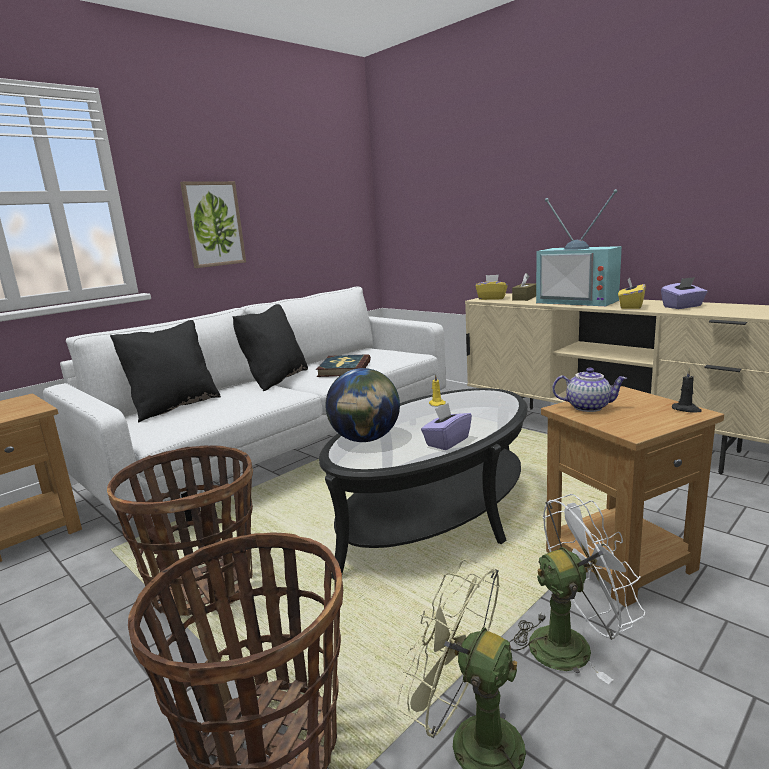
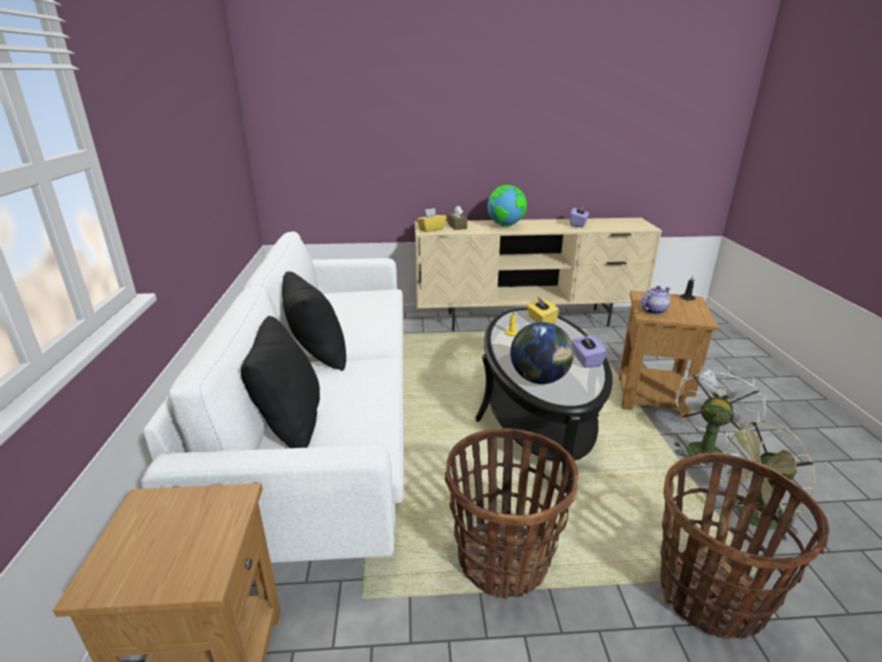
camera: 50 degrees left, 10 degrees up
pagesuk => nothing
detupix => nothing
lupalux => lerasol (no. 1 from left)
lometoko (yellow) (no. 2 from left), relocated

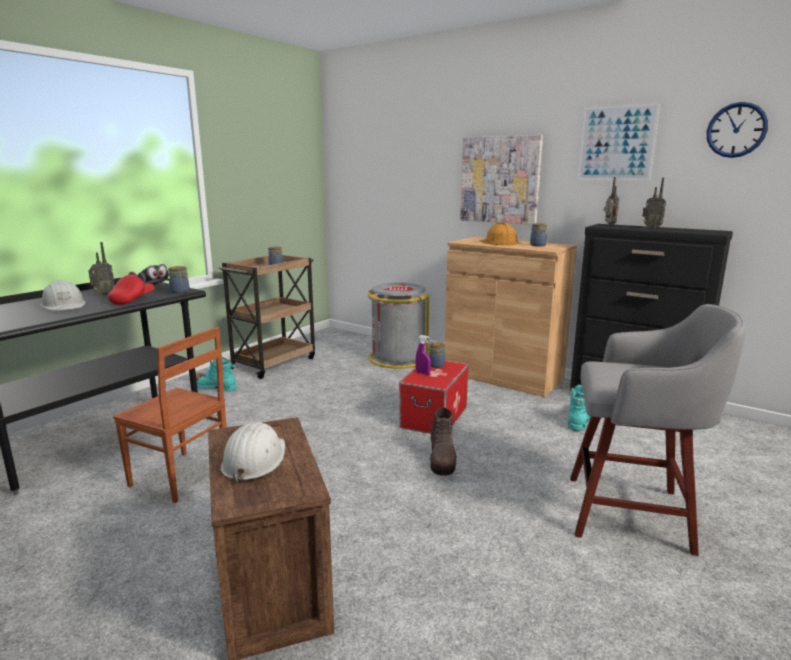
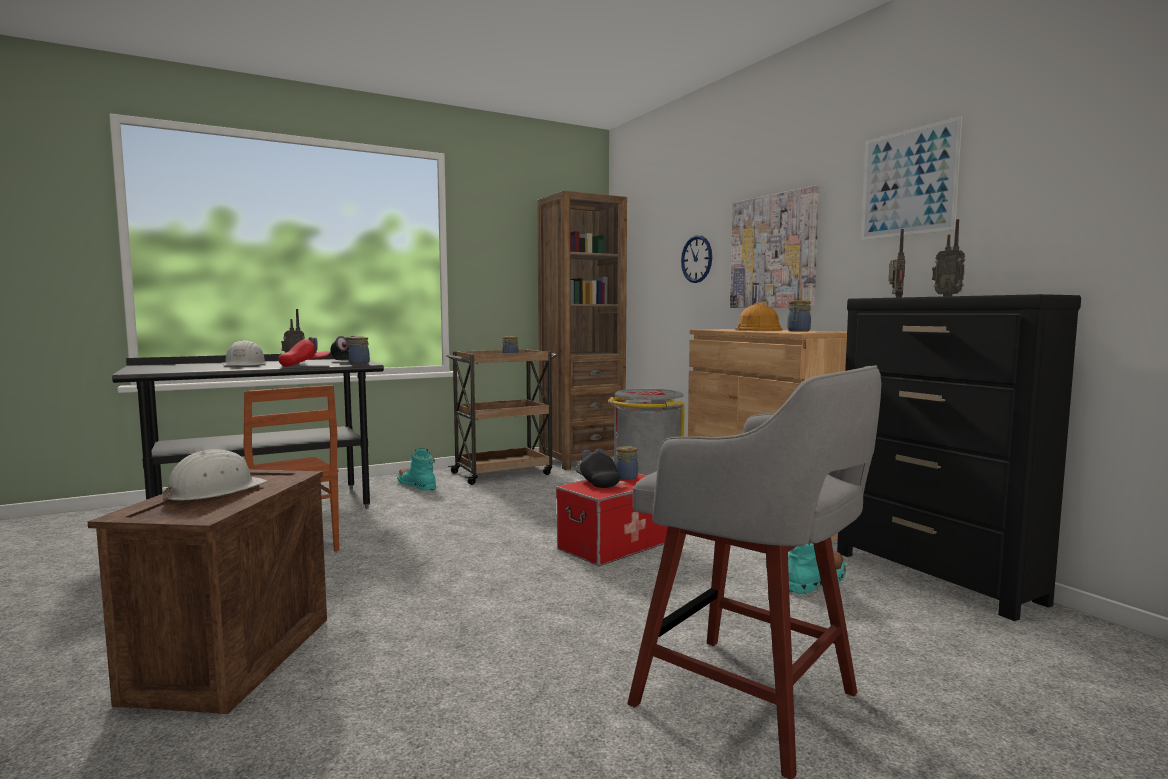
camera: 25 degrees right, 10 degrees down
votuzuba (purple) => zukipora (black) (no. 2 from left)
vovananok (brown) => nothing
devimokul, relocated
nothing => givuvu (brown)

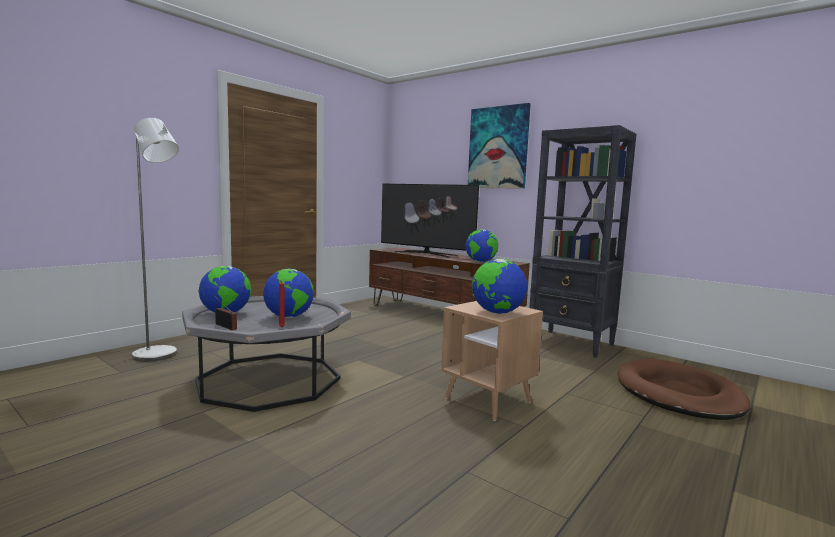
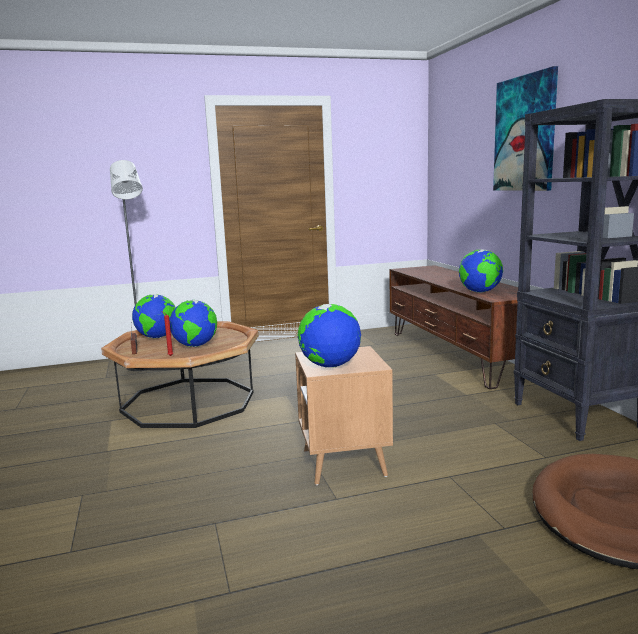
camera: 35 degrees right, 5 degrees up
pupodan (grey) => pupodan (brown)
lupalux => nothing

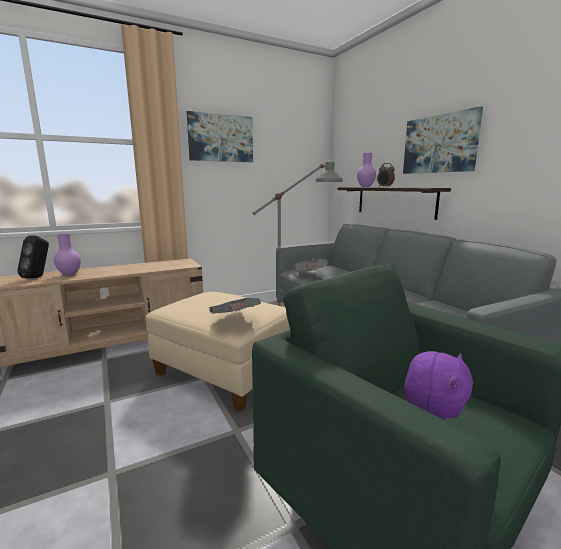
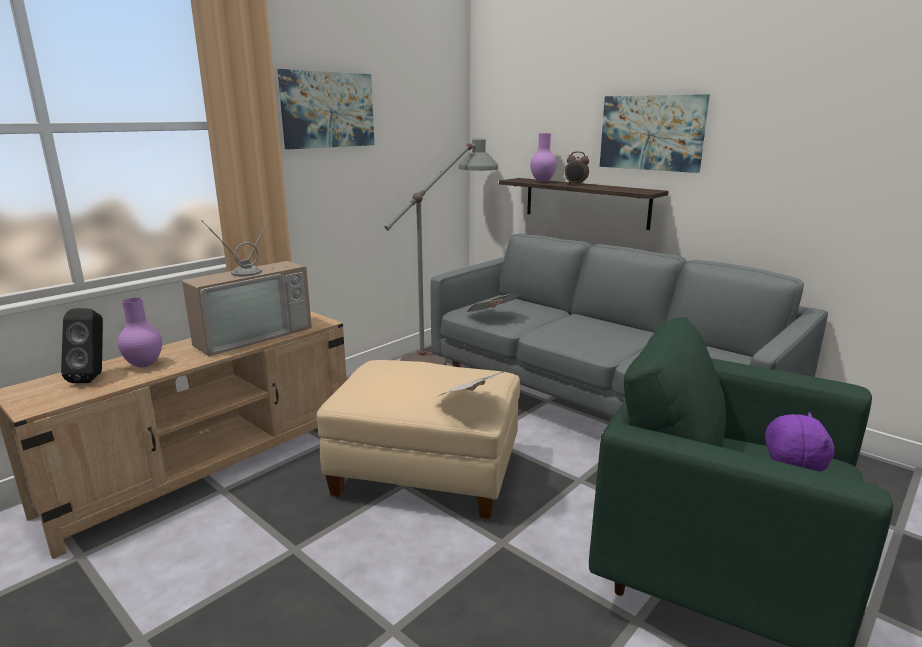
camera: 20 degrees left, 5 degrees up
nothing => lupalux

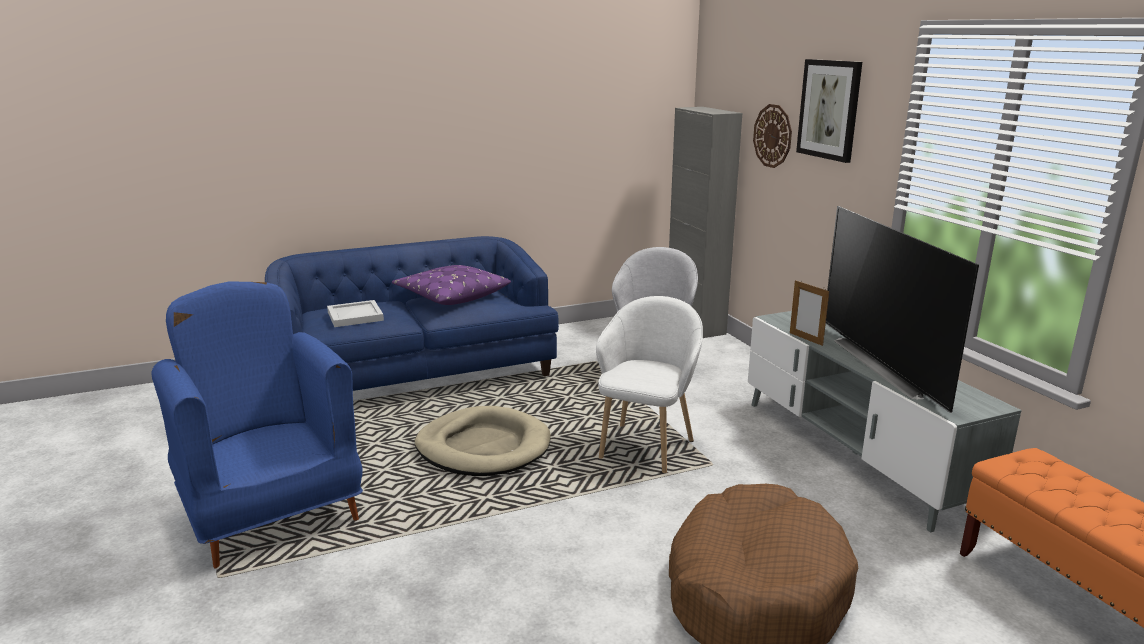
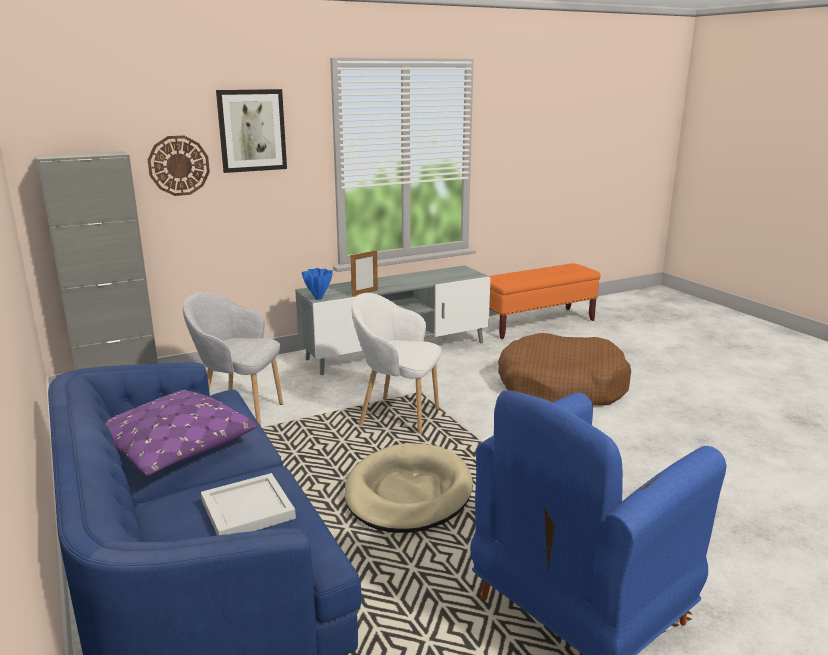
camera: 95 degrees left, 0 degrees up
lupalux => nothing
nothing => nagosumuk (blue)

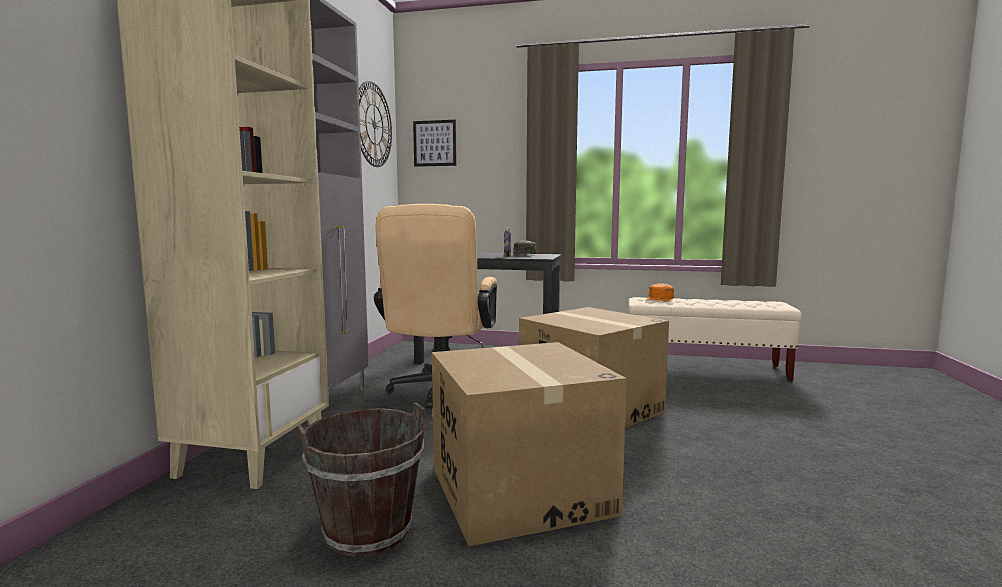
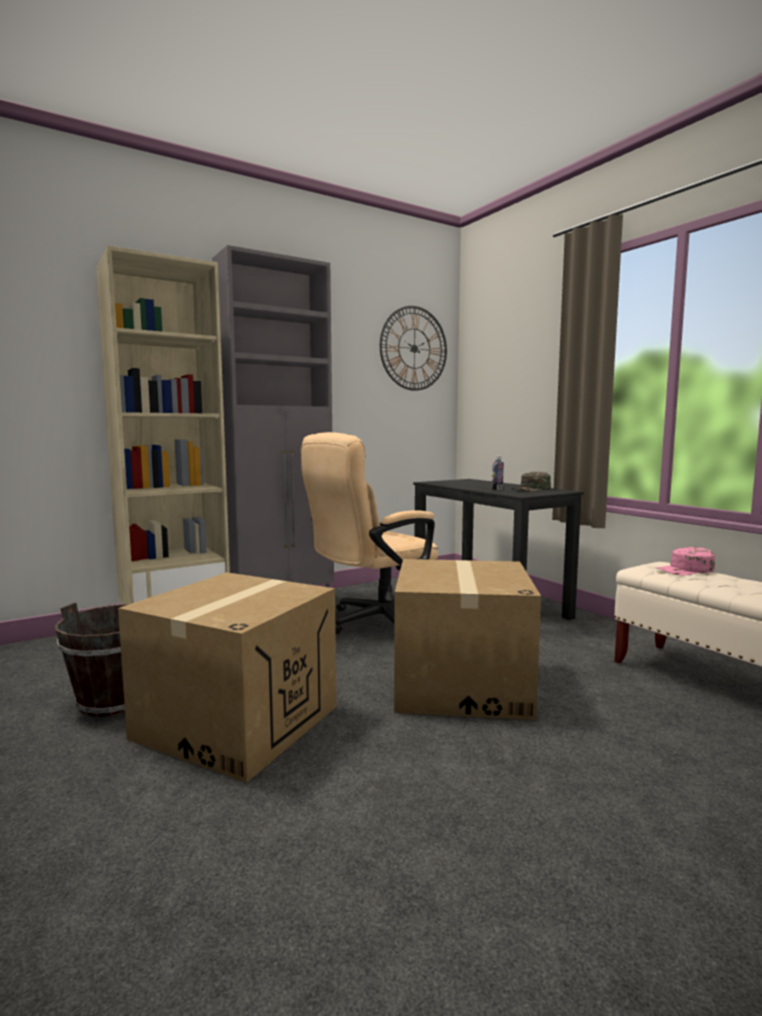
camera: 45 degrees right, 0 degrees up
pagesuk => nothing
zukipora (orange) => zukipora (pink)

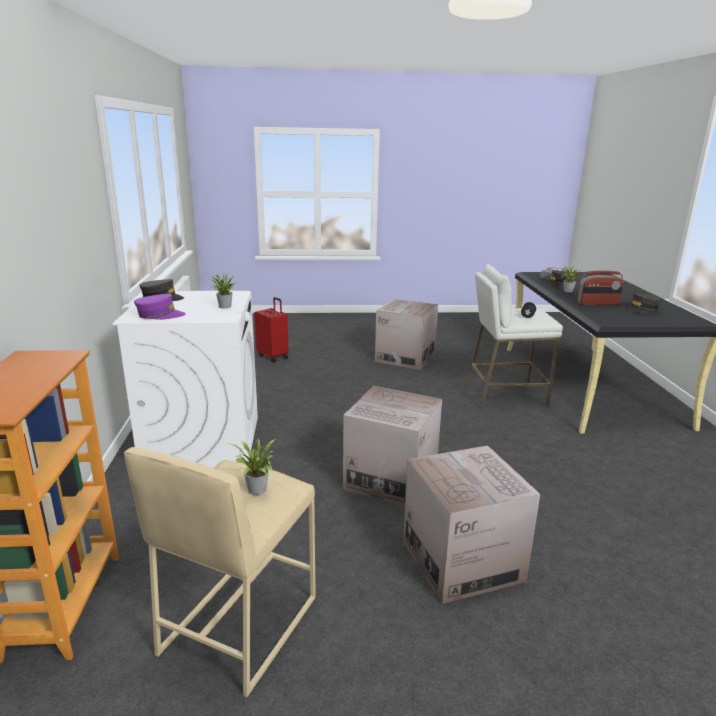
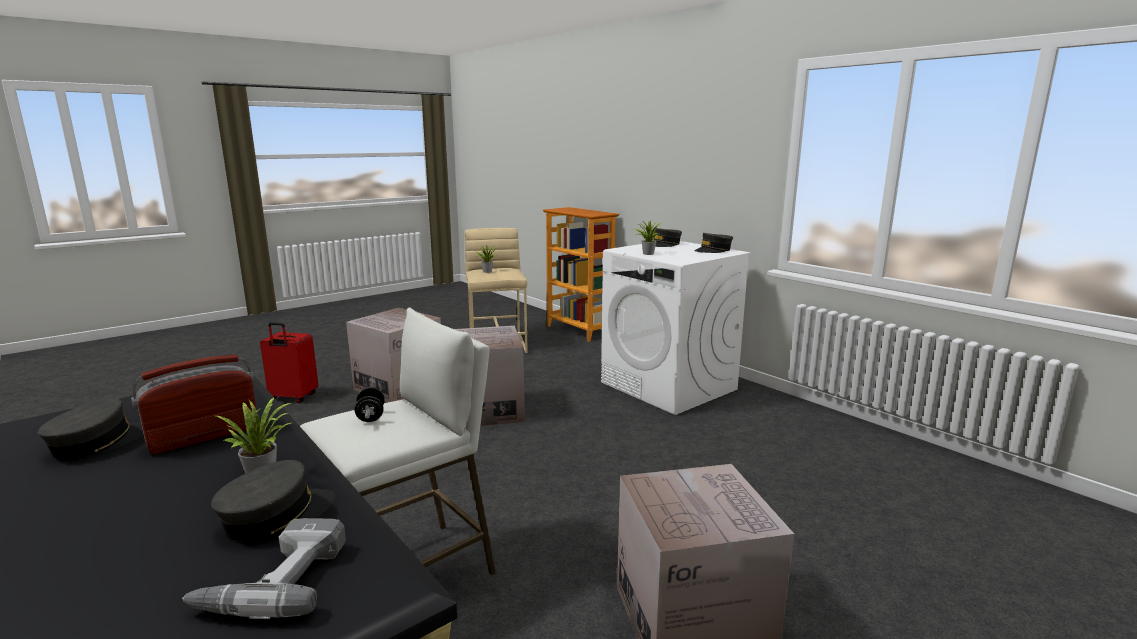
camera: 145 degrees right, 5 degrees down
zukipora (purple) => zukipora (grey) (no. 3 from left)
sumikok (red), relocated

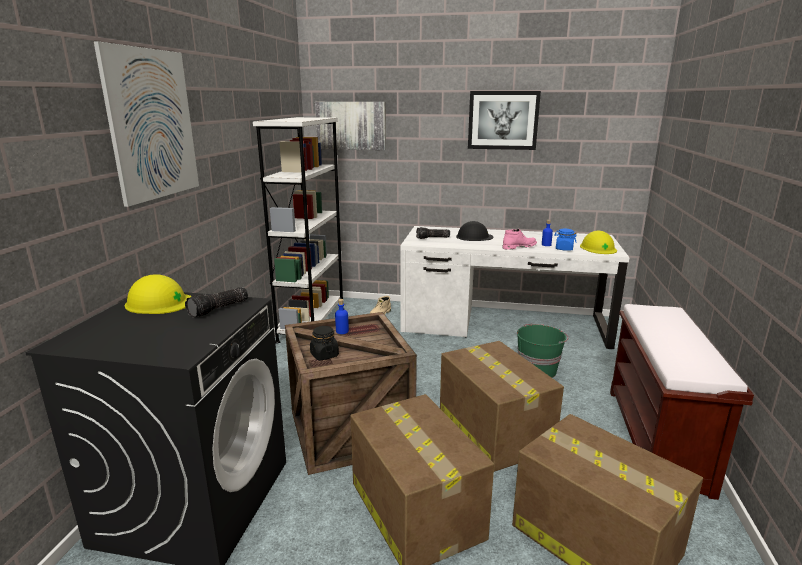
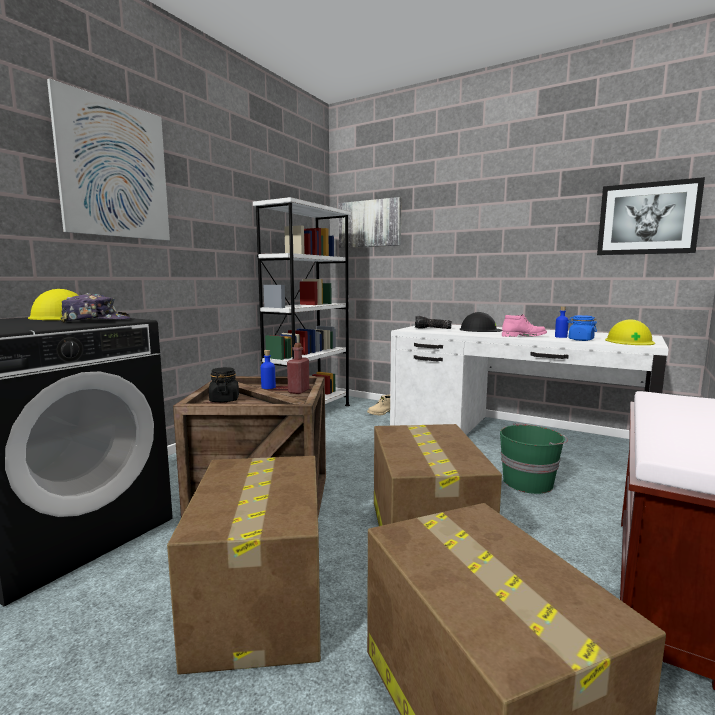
camera: 20 degrees right, 10 degrees down
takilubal (no. 1 from left) => zukipora
pagesuk (no. 3 from left), relocated
nothing => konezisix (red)

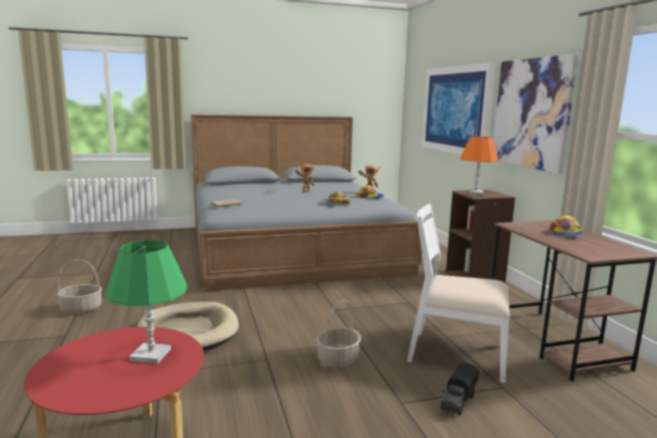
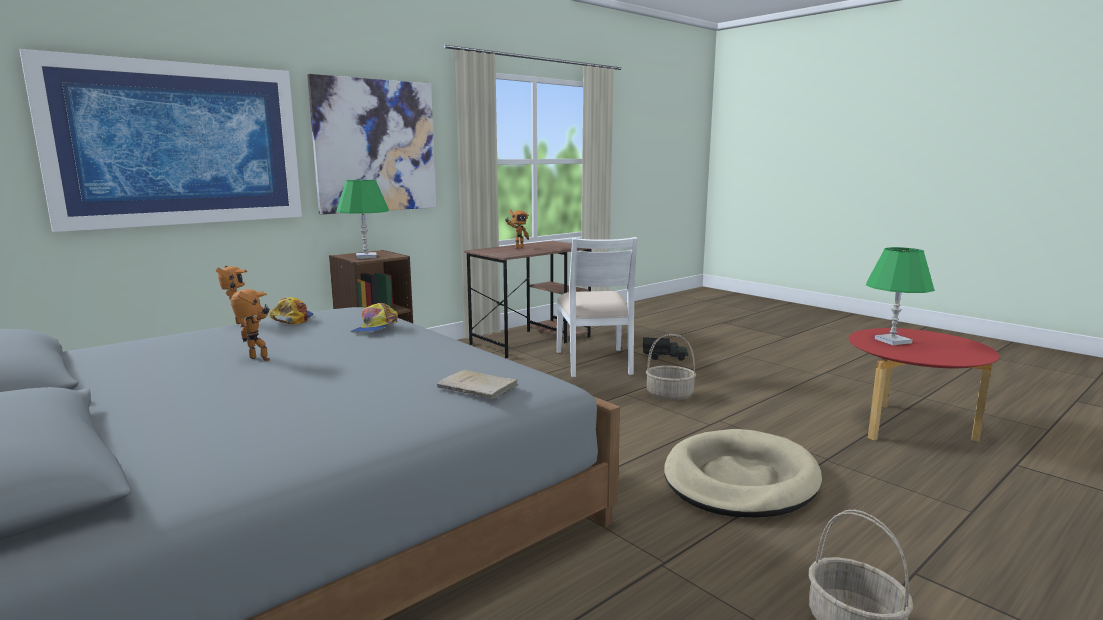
camera: 115 degrees left, 0 degrees up
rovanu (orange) => rovanu (green) (no. 1 from left)
zukipora (no. 3 from left) => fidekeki (no. 3 from left)

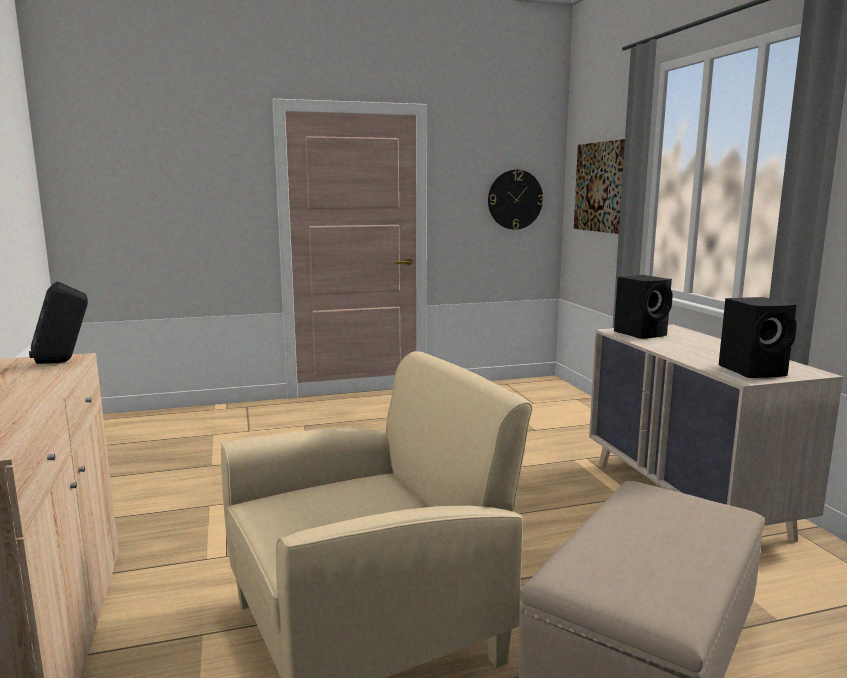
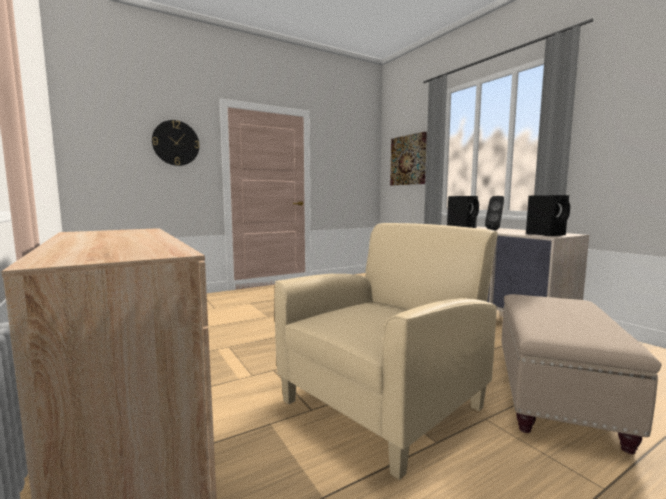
camera: 15 degrees left, 5 degrees down
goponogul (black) (no. 1 from left in the first image) => goponogul (black) (no. 2 from left), relocated
devimokul, relocated

